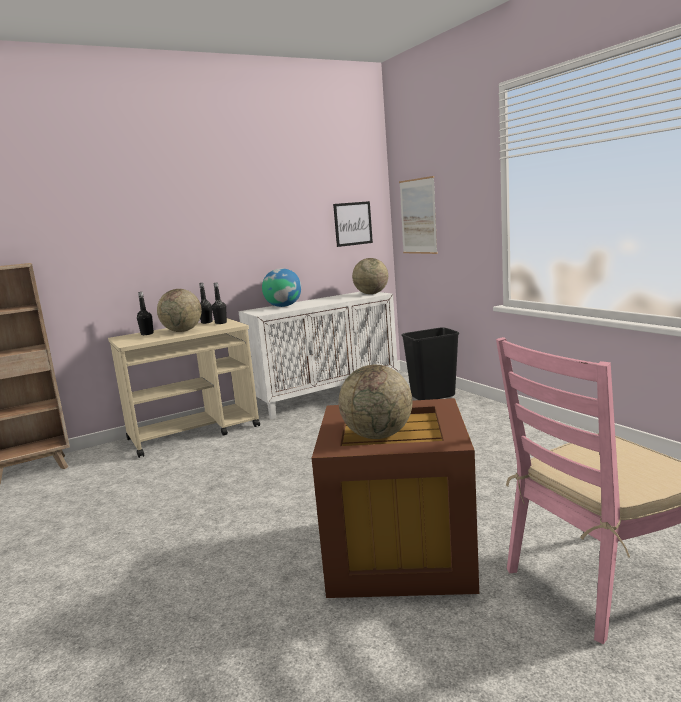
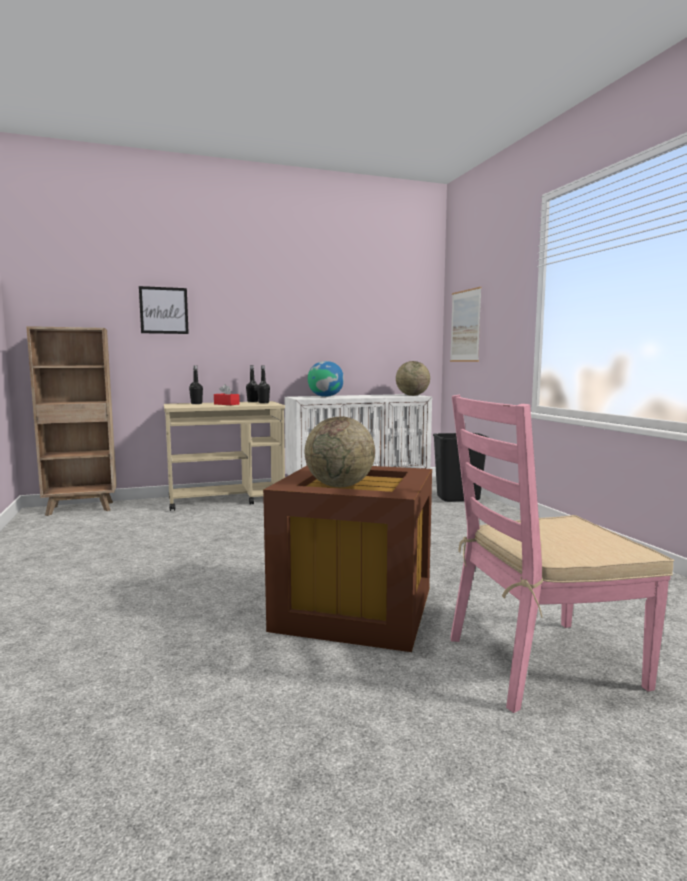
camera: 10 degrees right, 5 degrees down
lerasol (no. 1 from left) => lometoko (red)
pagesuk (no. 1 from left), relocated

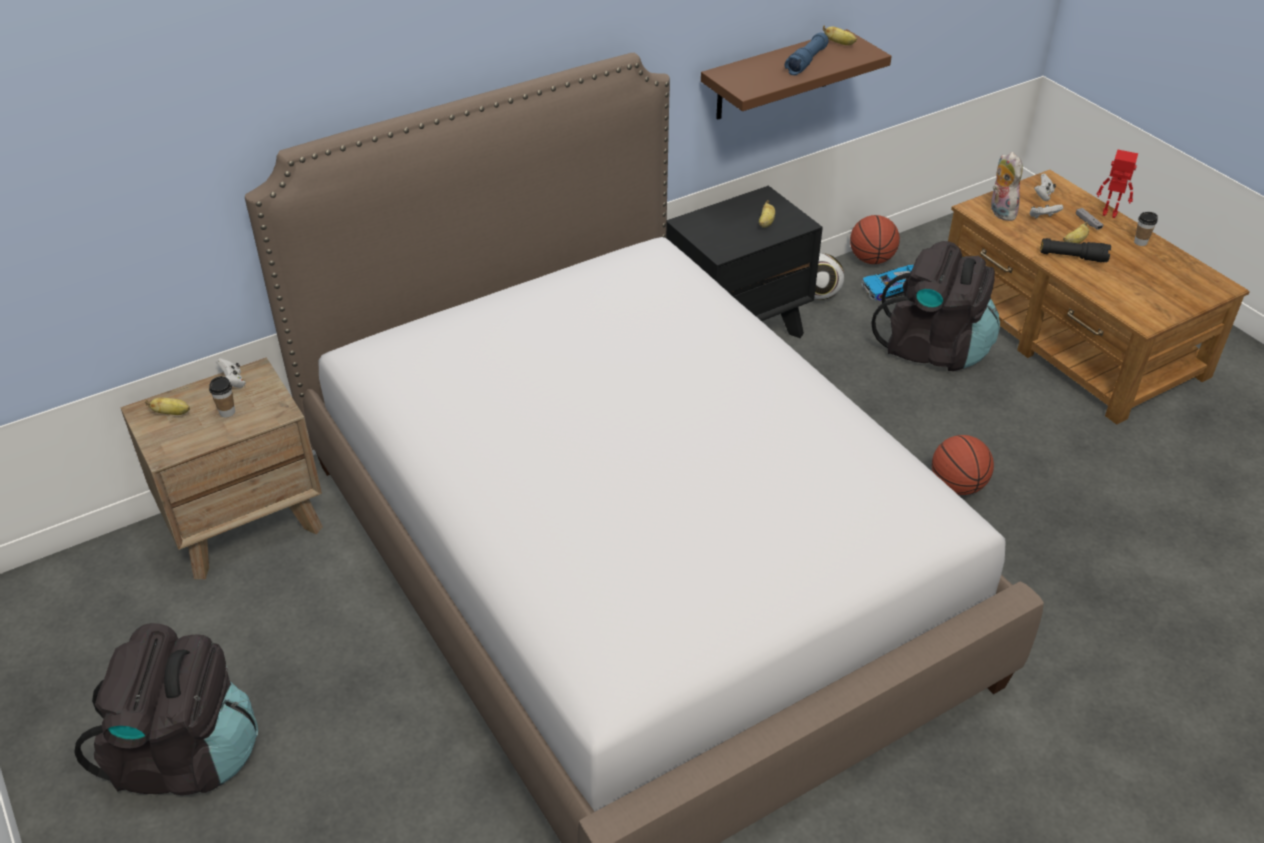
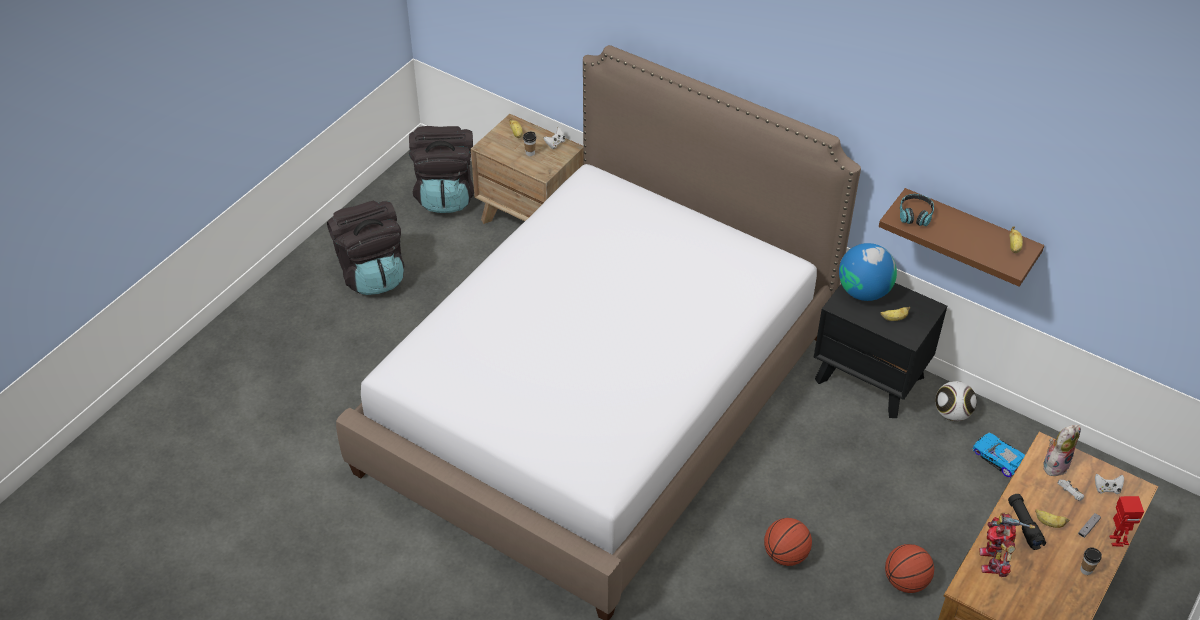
camera: 65 degrees right, 5 degrees up
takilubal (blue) => nothing
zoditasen (no. 1 from left in the first image) => zoditasen (no. 2 from left), relocated
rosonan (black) (no. 2 from left), relocated
nothing => lerasol
nothing => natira
nothing => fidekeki (no. 1 from left)

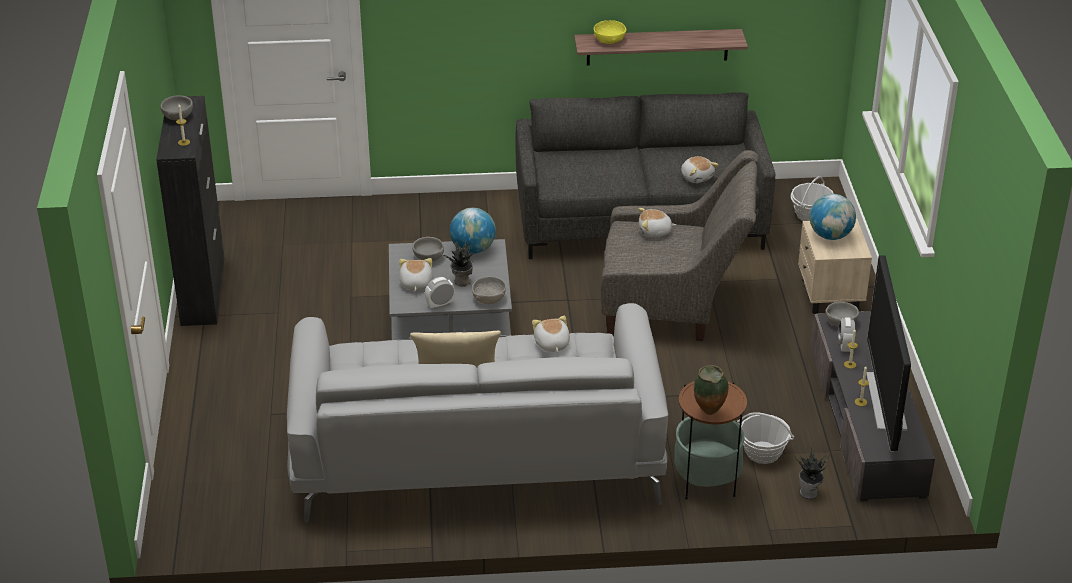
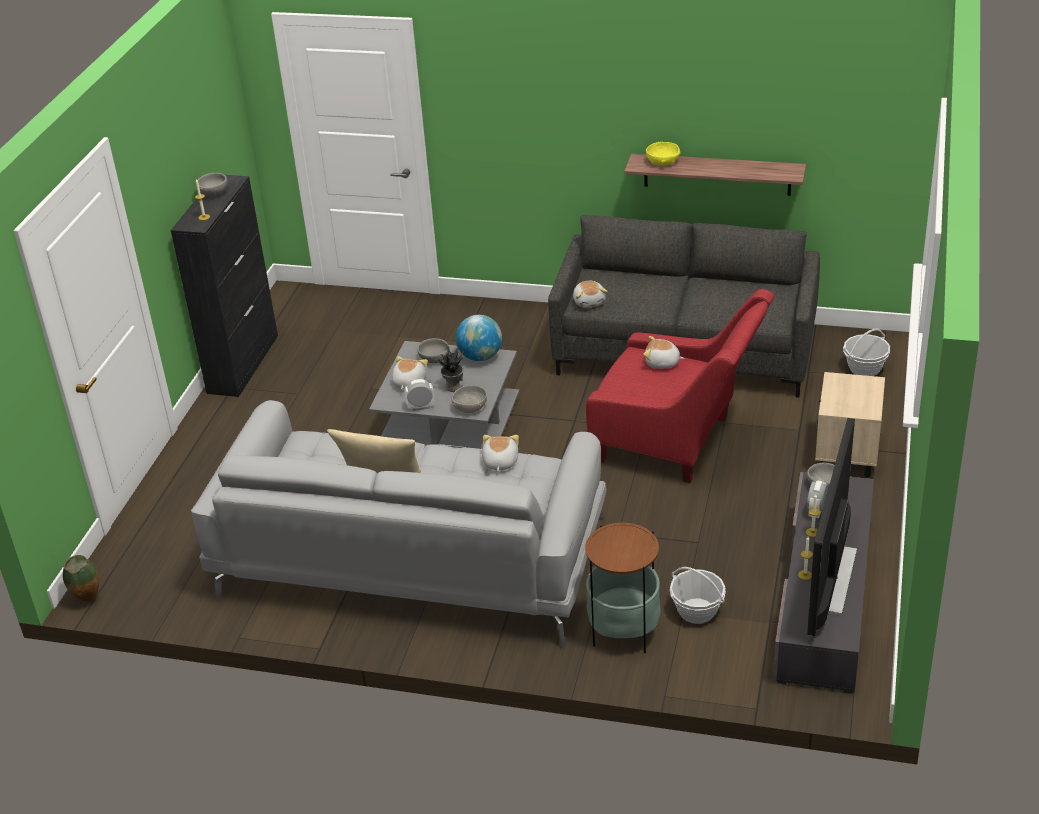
camera: 20 degrees right, 0 degrees up
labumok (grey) => labumok (red)
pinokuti (no. 4 from left in the first image) => pinokuti (no. 3 from left), relocated
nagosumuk, relocated
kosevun (no. 2 from left) => nothing
lerasol (no. 2 from left) => nothing

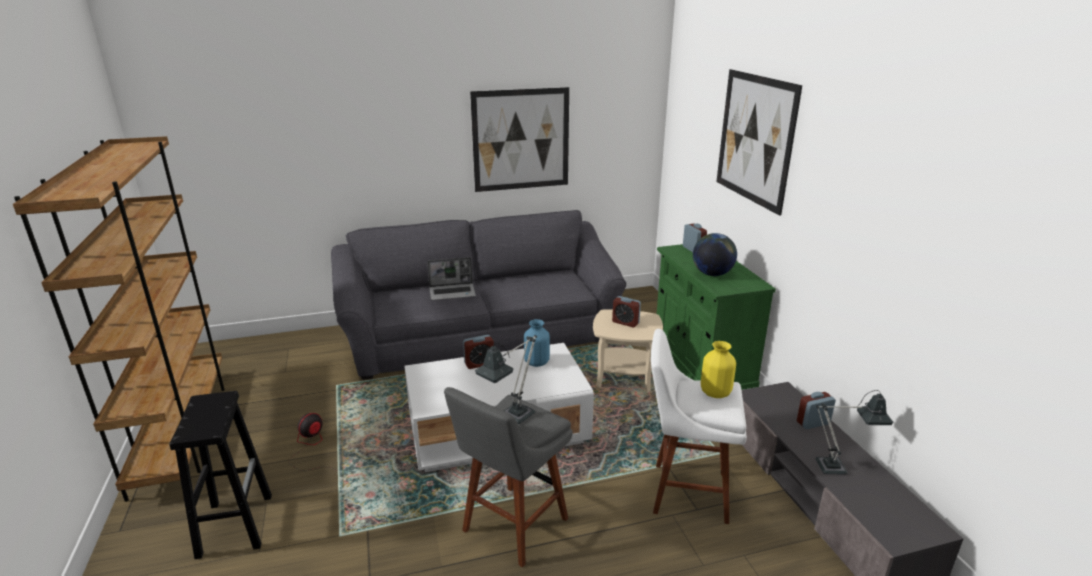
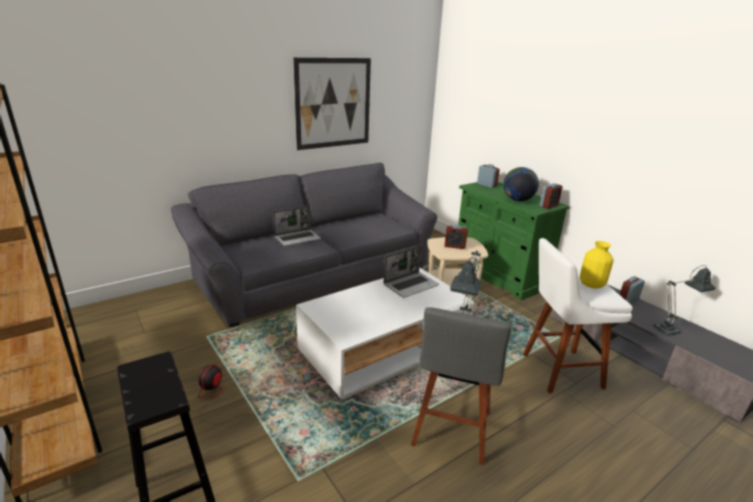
camera: 20 degrees left, 0 degrees up
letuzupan (no. 1 from left in the first image) => letuzupan (no. 3 from left), relocated
nagosumuk (blue) => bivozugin (no. 2 from left)
pagesuk (no. 2 from left) => nothing

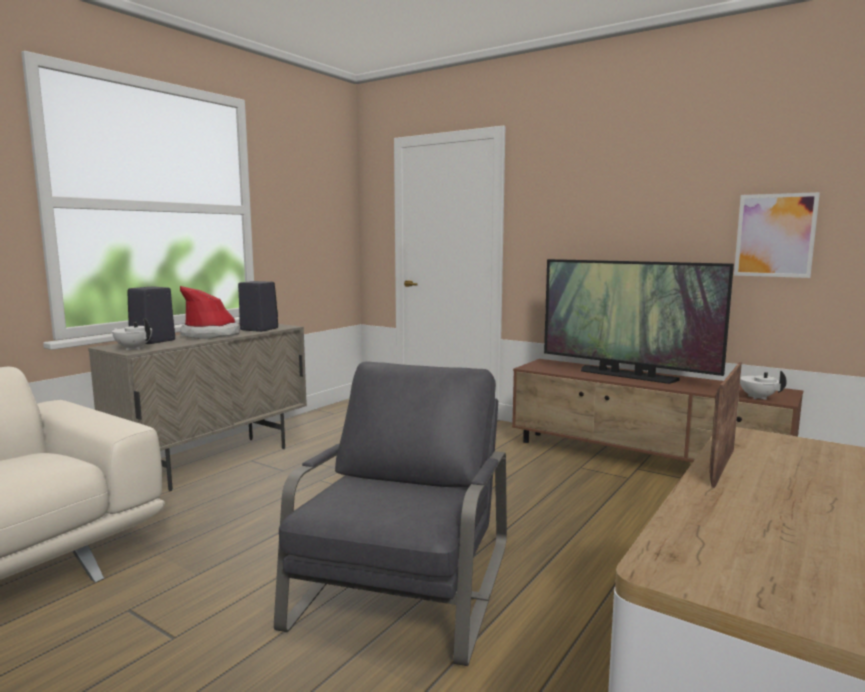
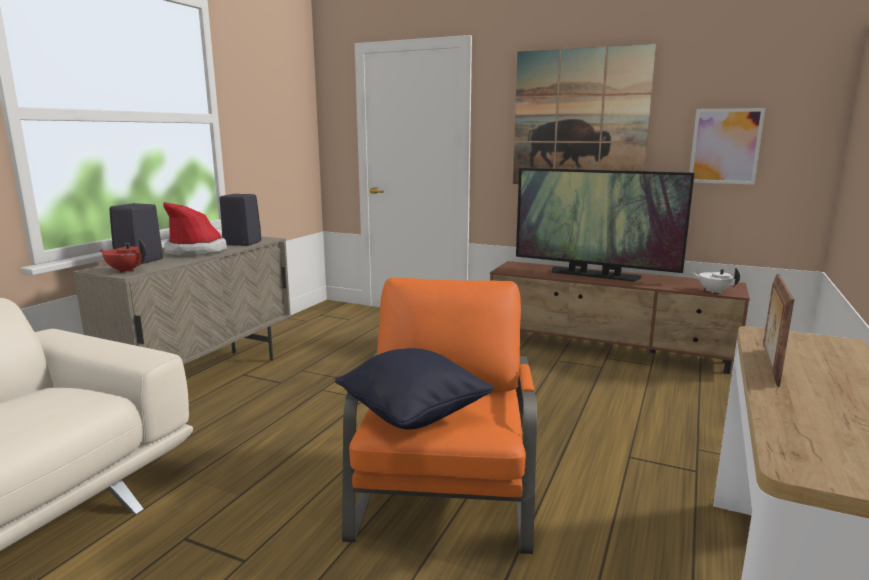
camera: 10 degrees left, 5 degrees up
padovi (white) (no. 1 from left) => padovi (red)
labumok (grey) => labumok (orange)
nothing => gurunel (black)
nothing => pagesuk (no. 1 from left)

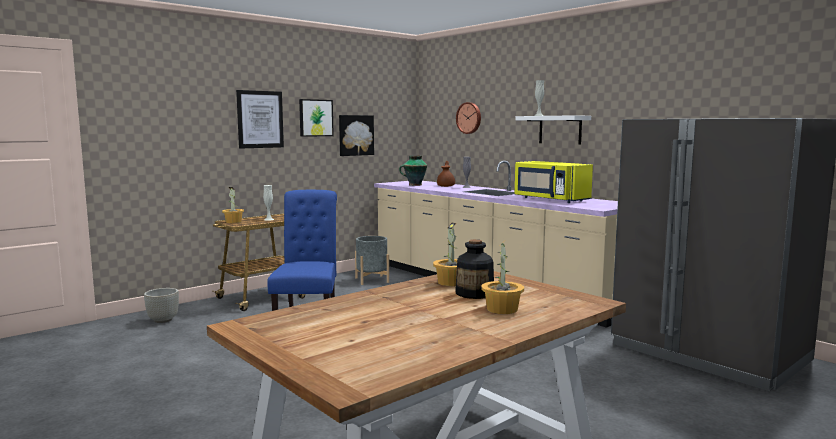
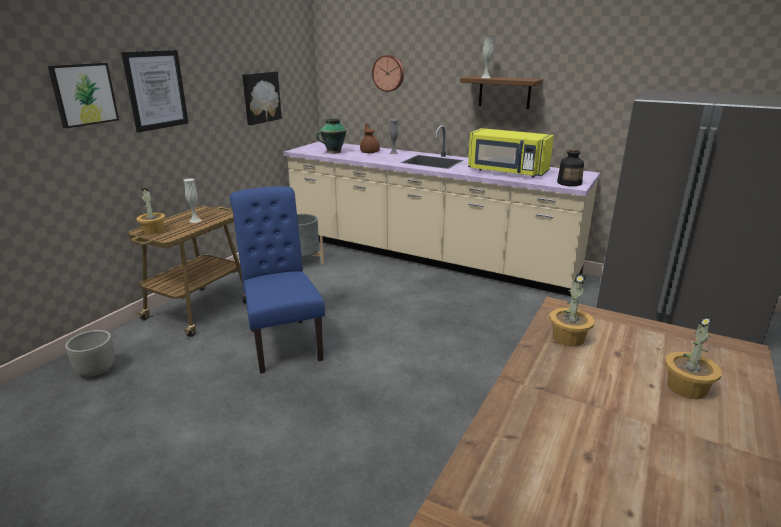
camera: 20 degrees left, 15 degrees up
pagesuk (no. 2 from left in the first image) => pagesuk (no. 1 from left), relocated
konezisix, relocated
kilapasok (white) => kilapasok (brown)

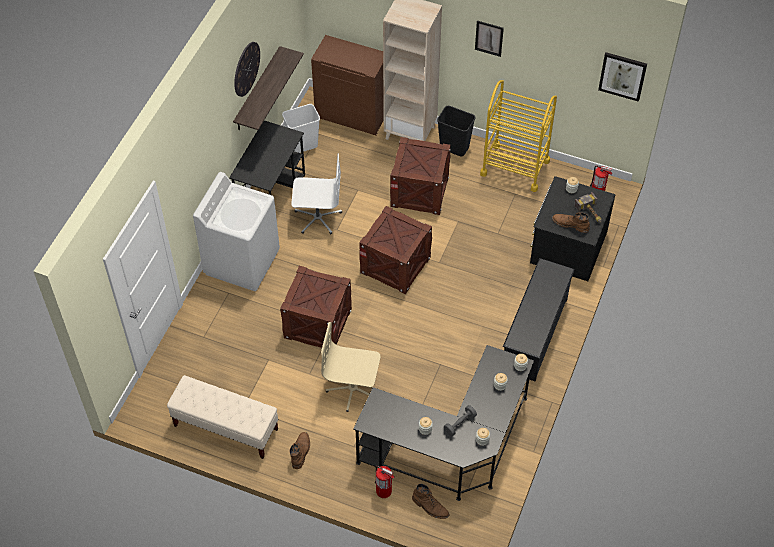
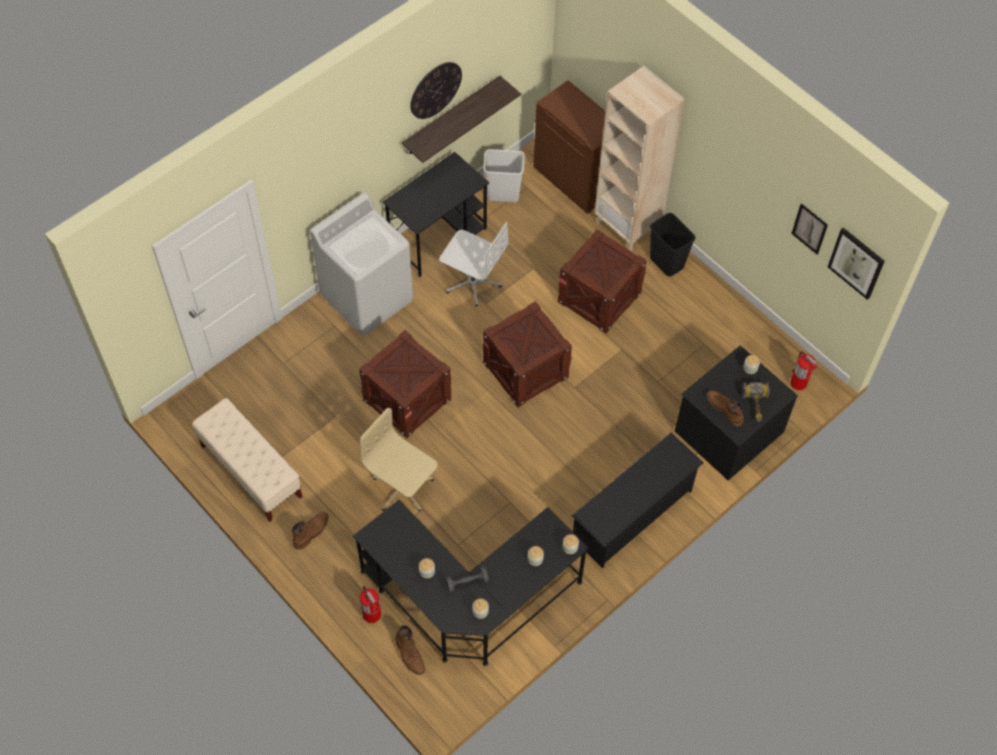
camera: 25 degrees right, 5 degrees up
pagesuk (no. 1 from left), relocated
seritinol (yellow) => nothing

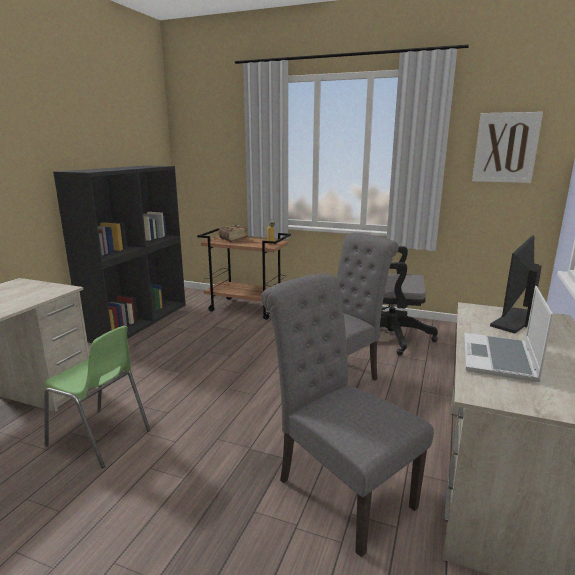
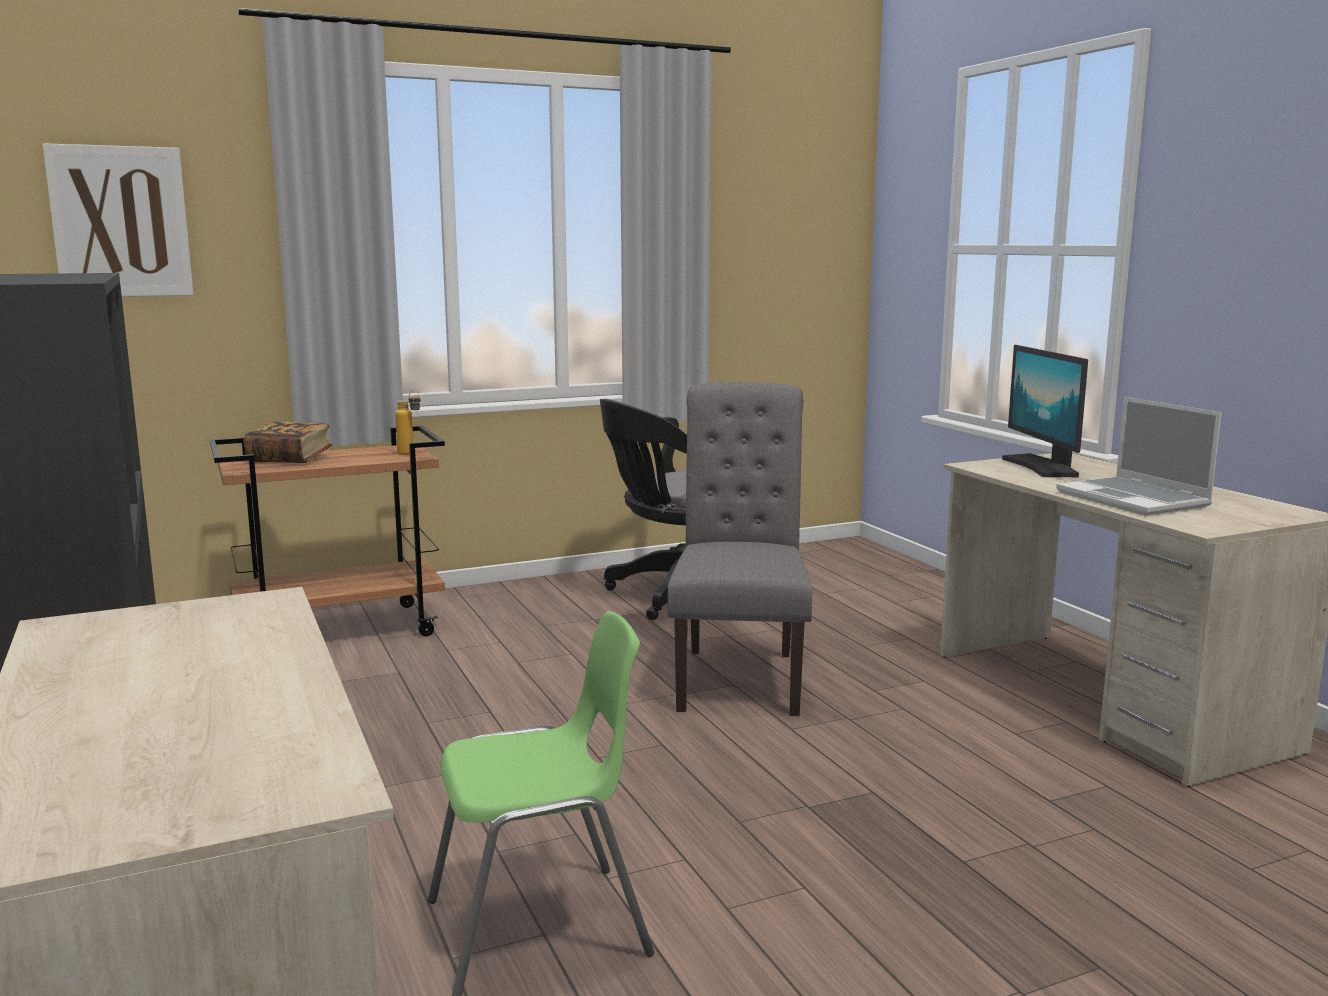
camera: 45 degrees left, 5 degrees down
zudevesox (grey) (no. 1 from left) => nothing
pagesuk, relocated

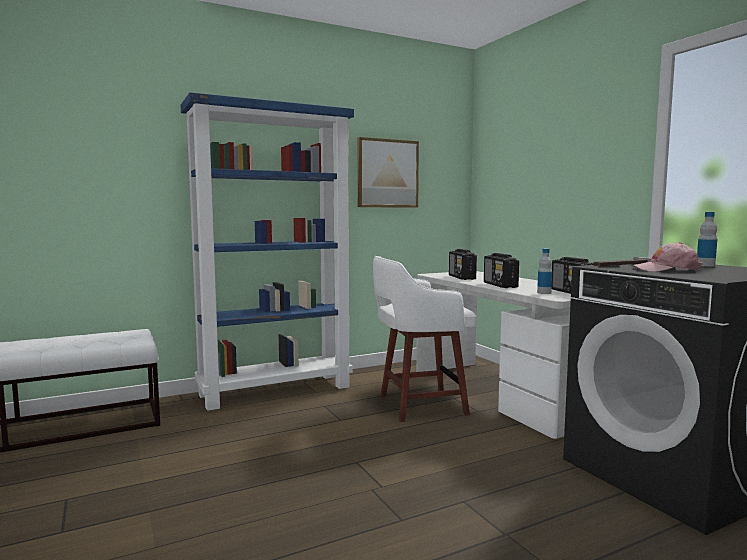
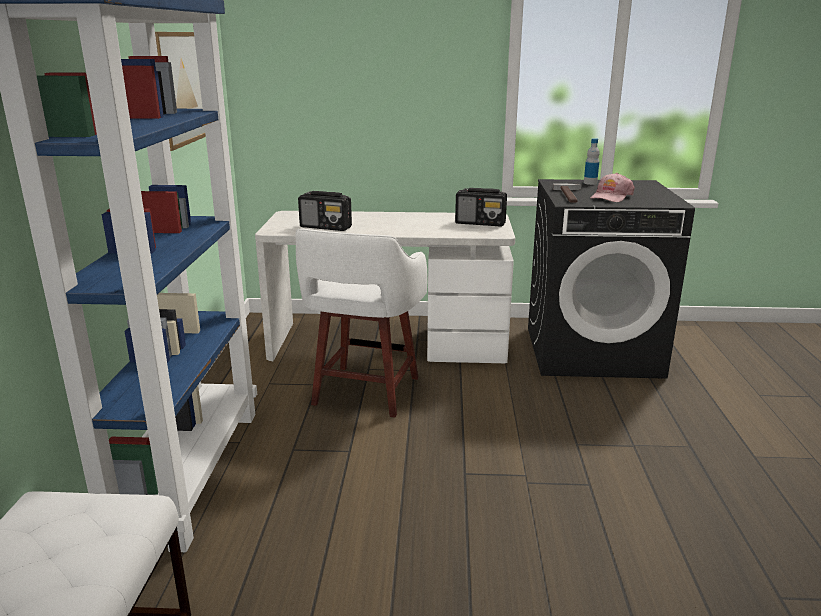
camera: 60 degrees left, 15 degrees up
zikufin (no. 2 from left) => nothing
konezisix (no. 1 from left) => nothing

